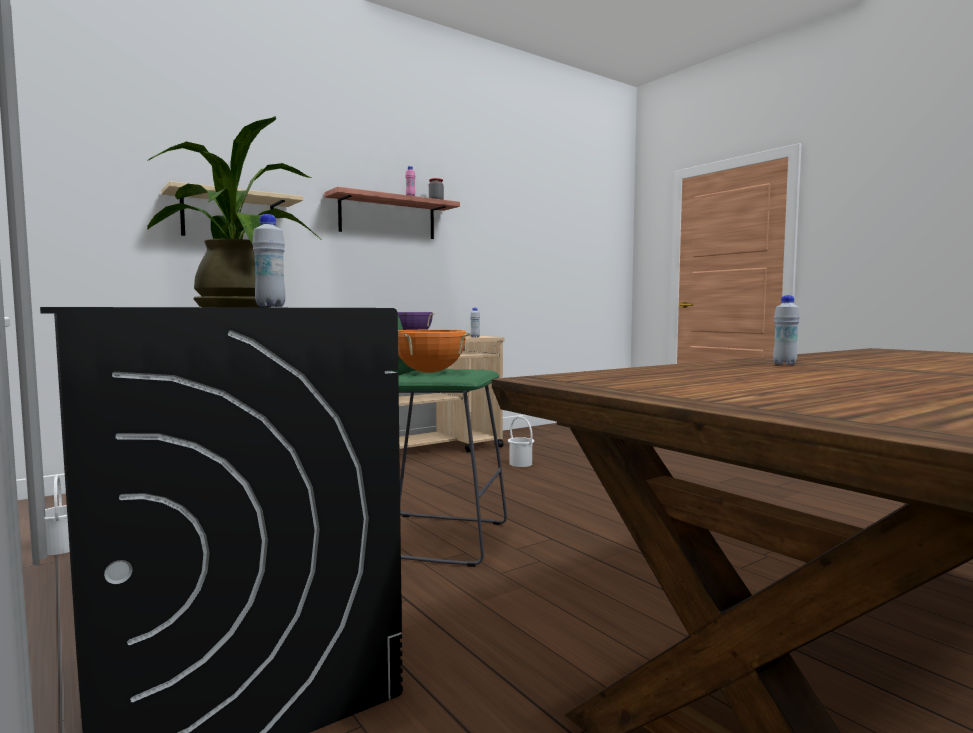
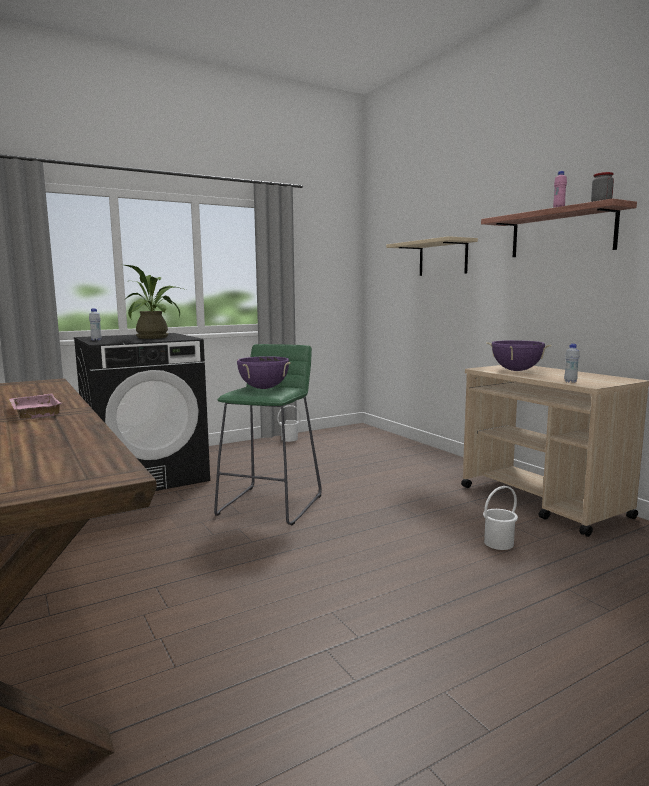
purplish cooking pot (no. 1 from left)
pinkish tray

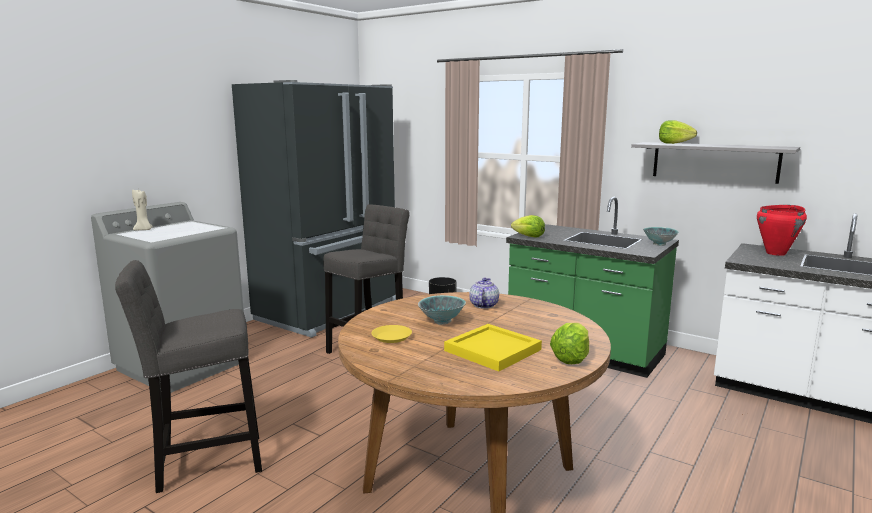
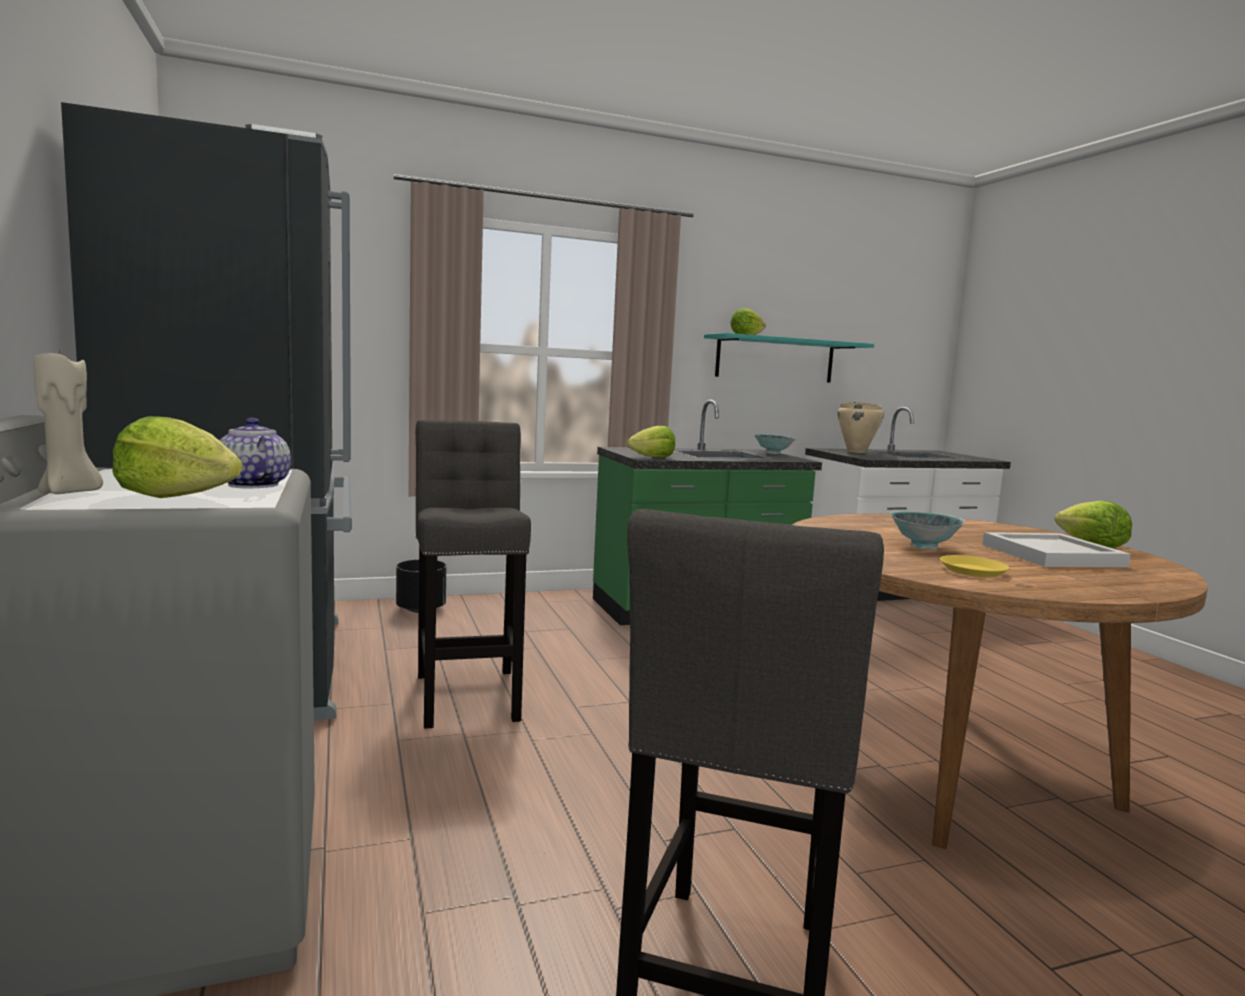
white tray
pot for tea
turquoise shelf
sand-coloured cooking pot
lettuce (no. 1 from left)

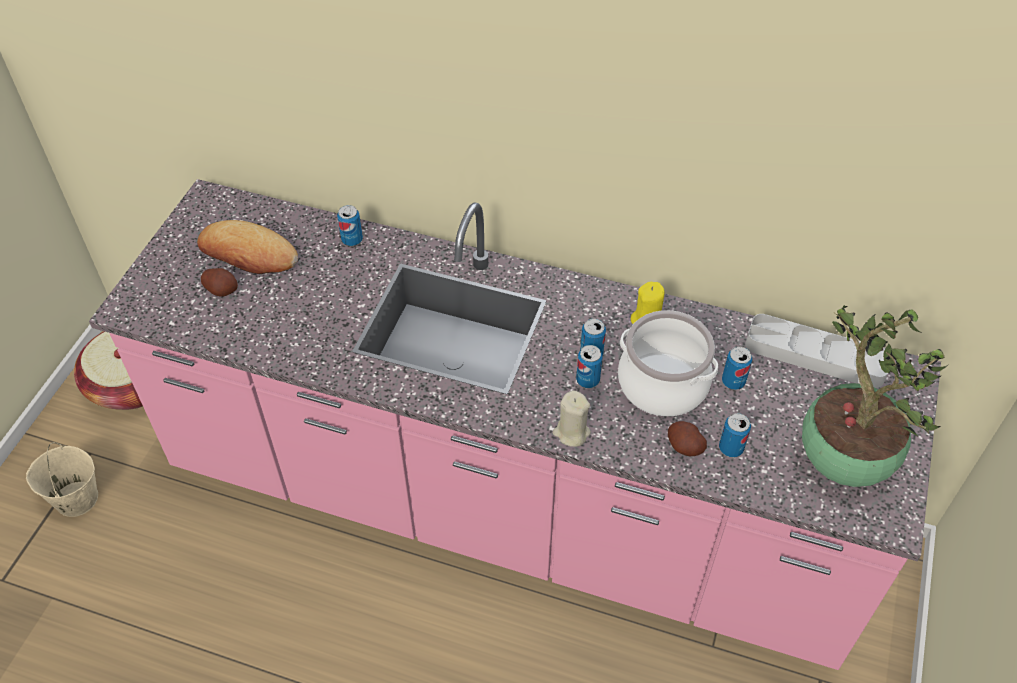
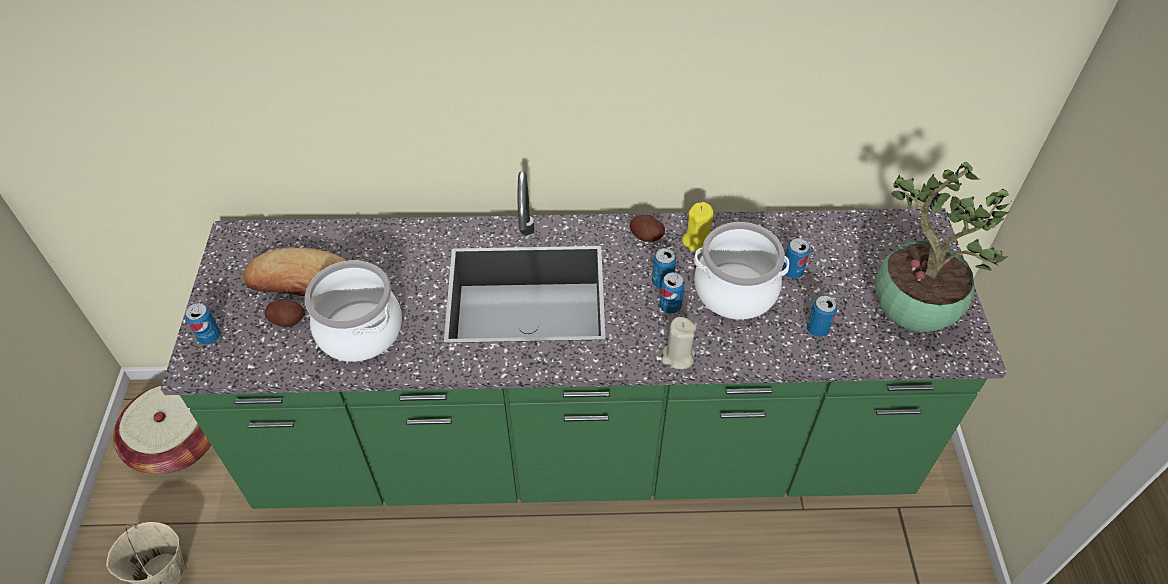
green-coloured kitchen base unit
sealed can (no. 1 from left)
potato (no. 2 from left)
greyish tray
cooking pot (no. 1 from left)

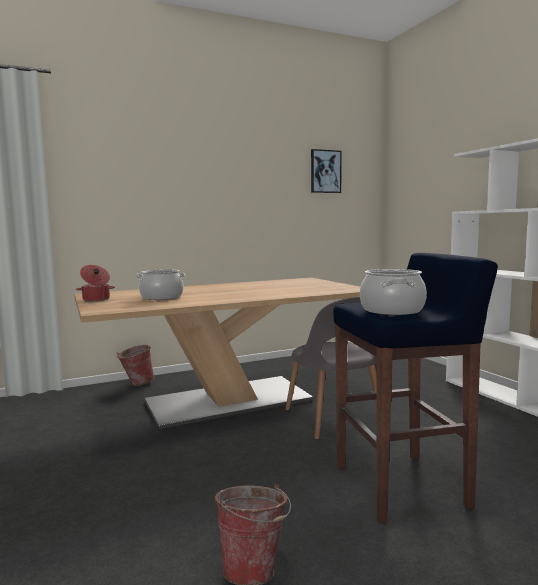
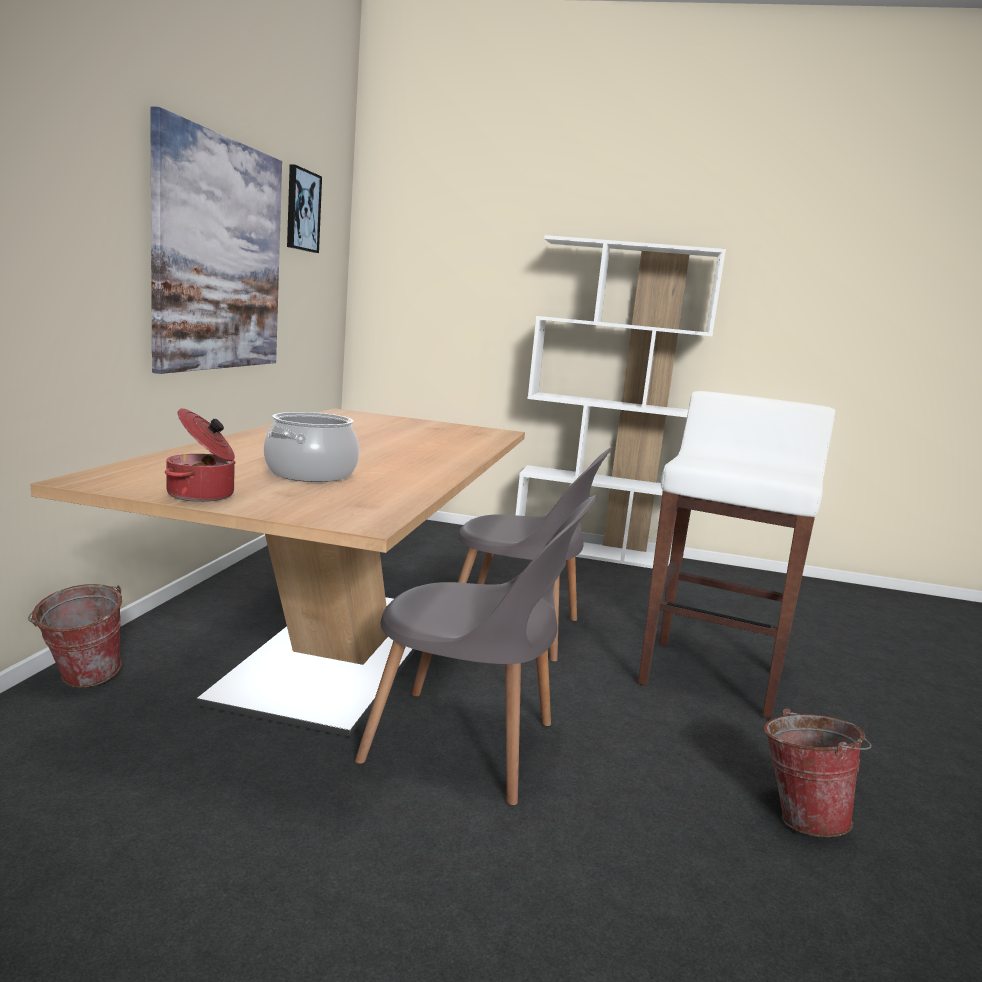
white stool
cooking pot (no. 3 from left in the first image)
wall picture (no. 1 from left)
greyish plain chair (no. 1 from left)

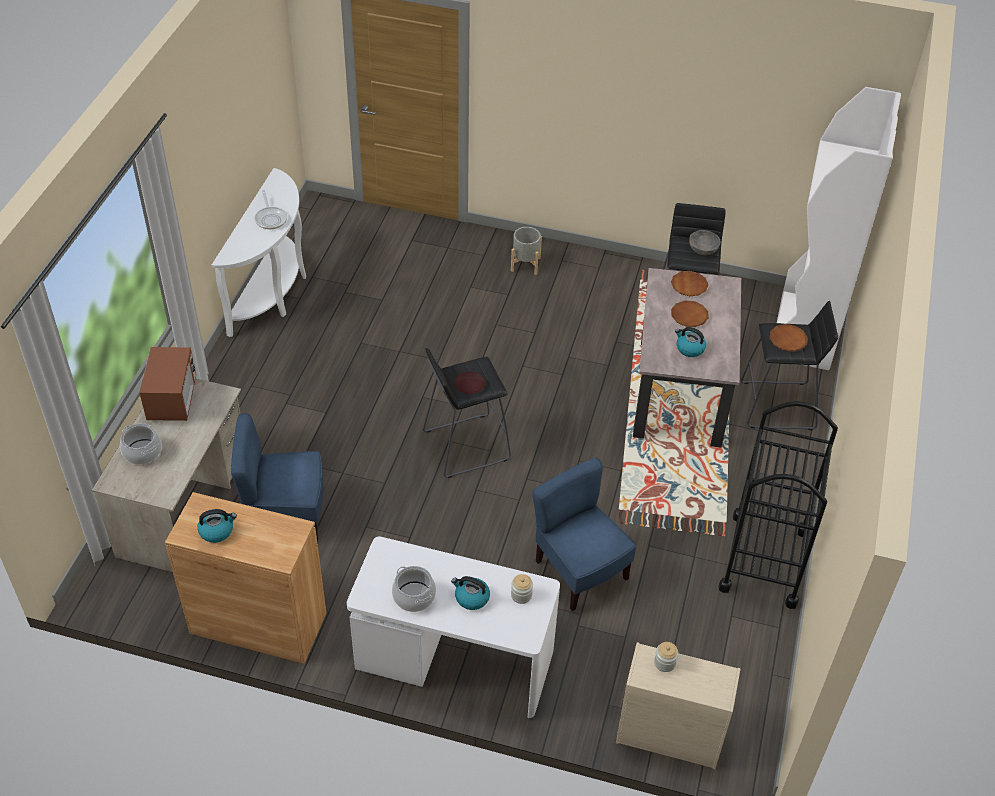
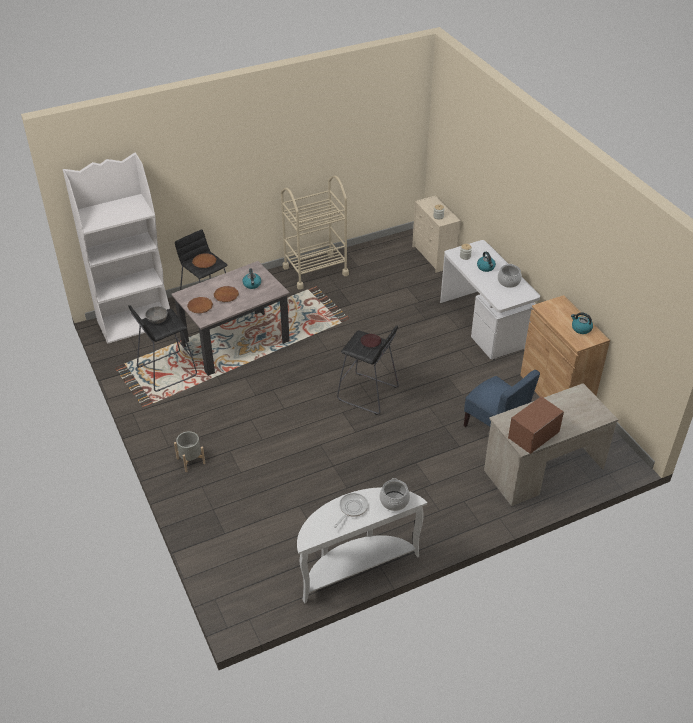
cooking pot (no. 1 from left)
blue-coloured plain chair (no. 2 from left in the first image)
sand-coloured cart

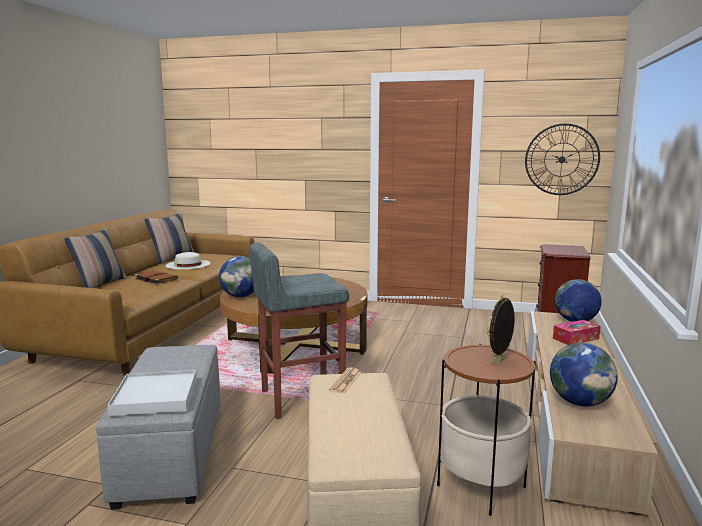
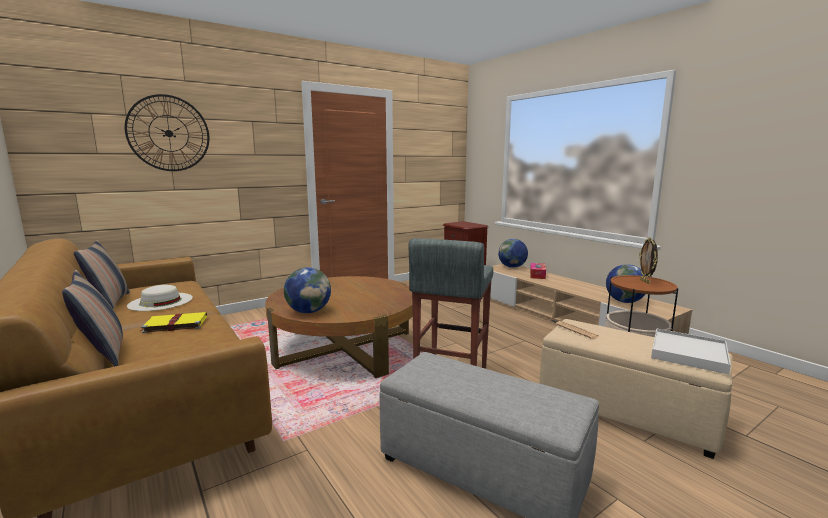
white tray
yellowish book
wall clock

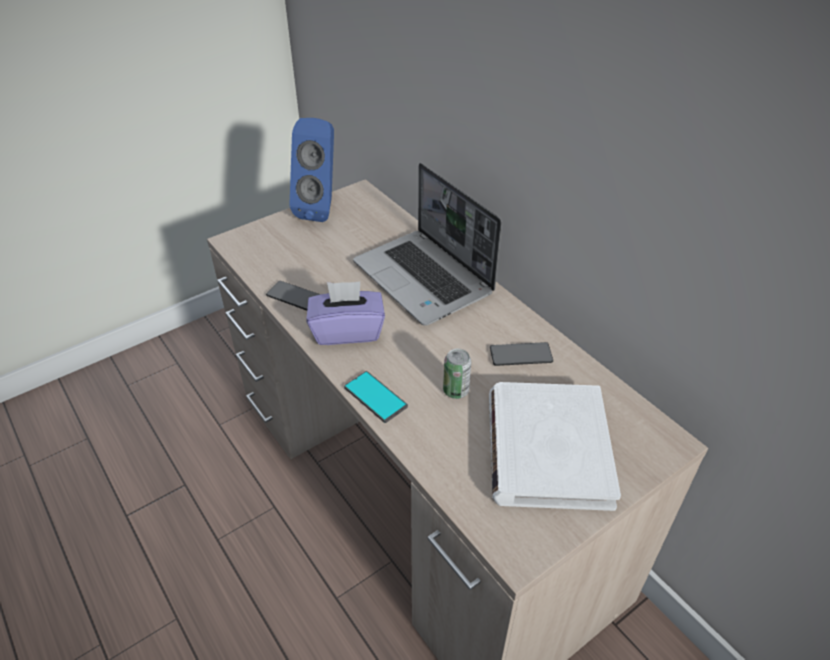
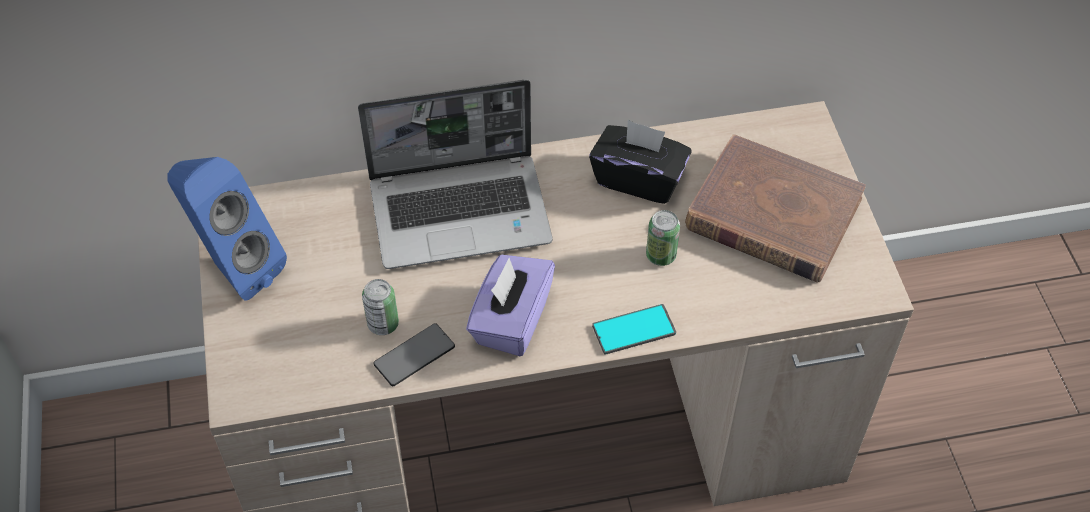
brownish book
blackish tissue holder
sealed can (no. 1 from left)

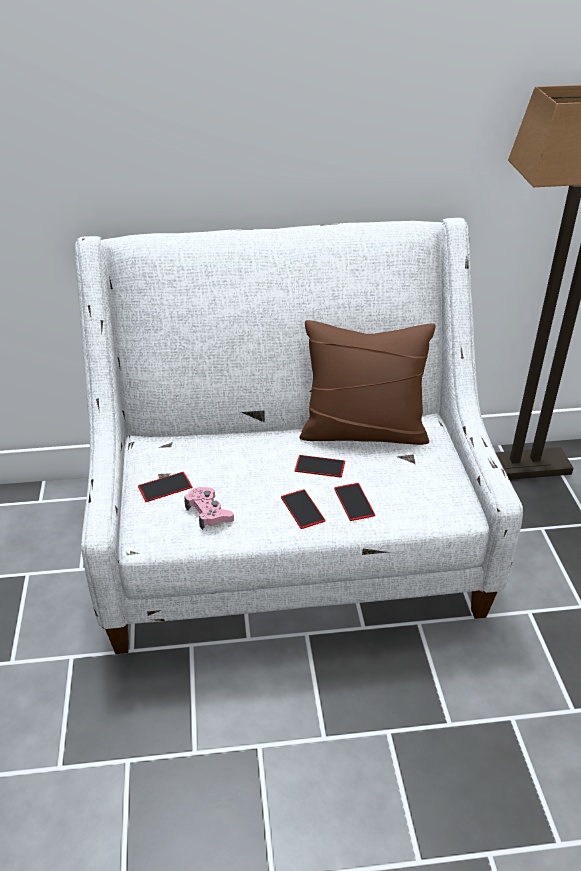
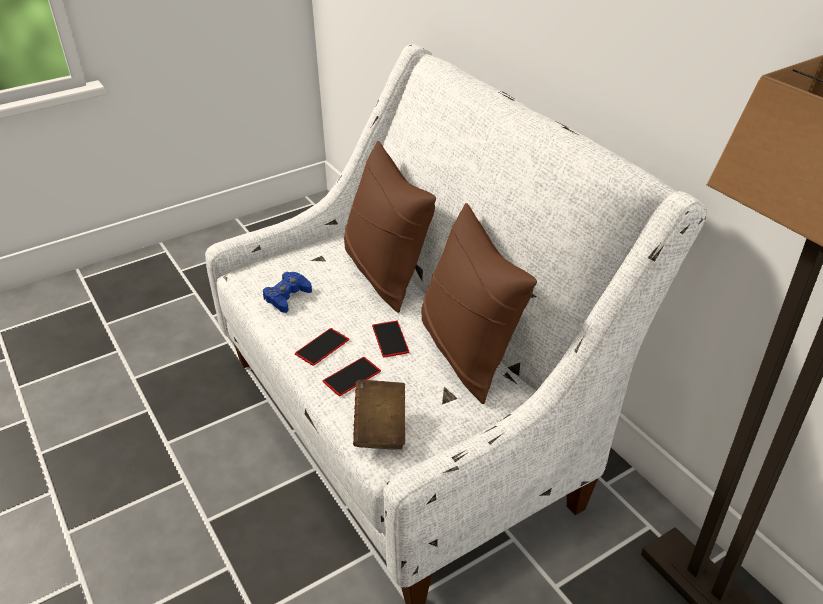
phone (no. 1 from left in the first image)
blue-coloured game controller
brownish pillow (no. 1 from left)
brownish book

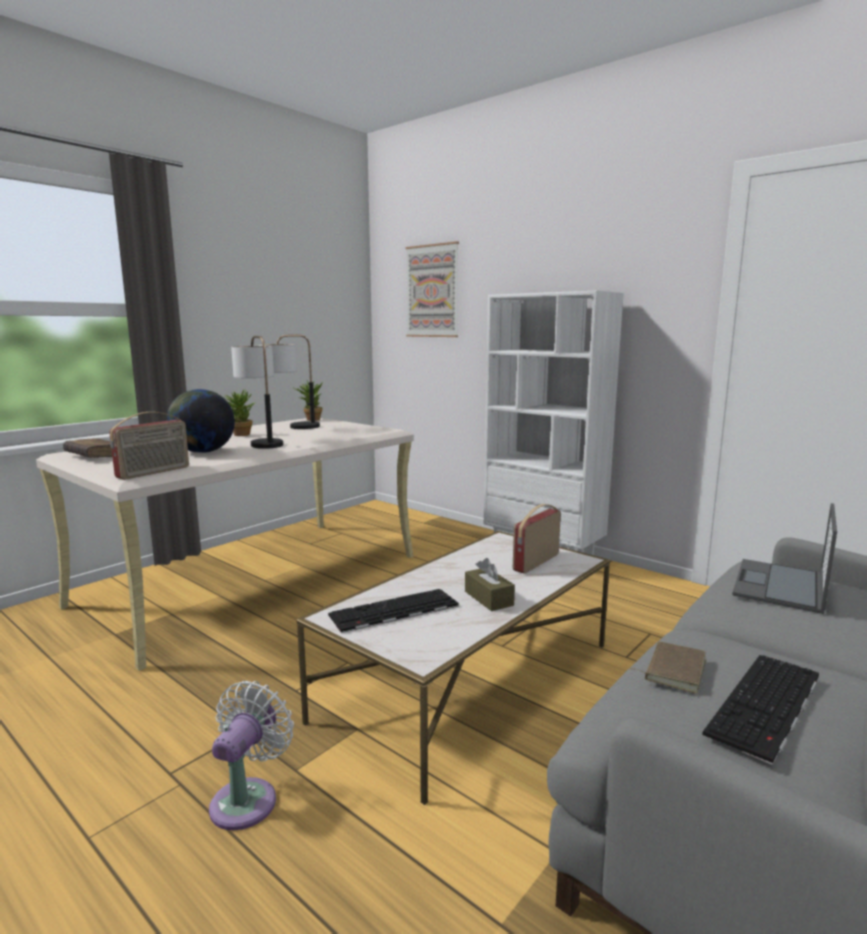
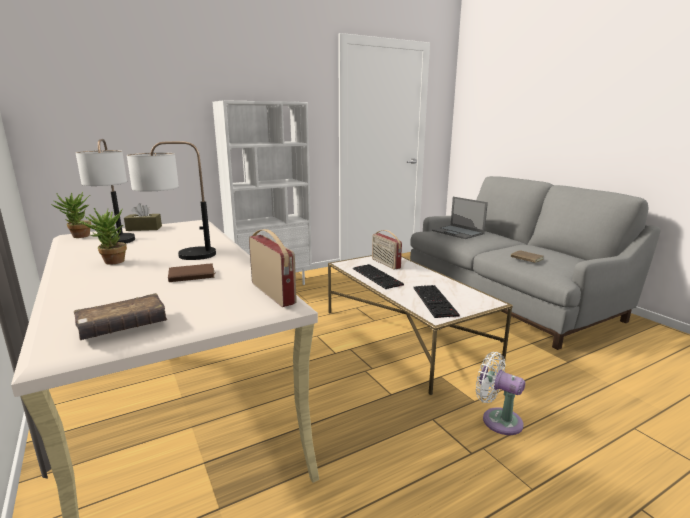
brownish book (no. 2 from left)
wall picture
brownish tissue holder
PC keyboard (no. 1 from left)

